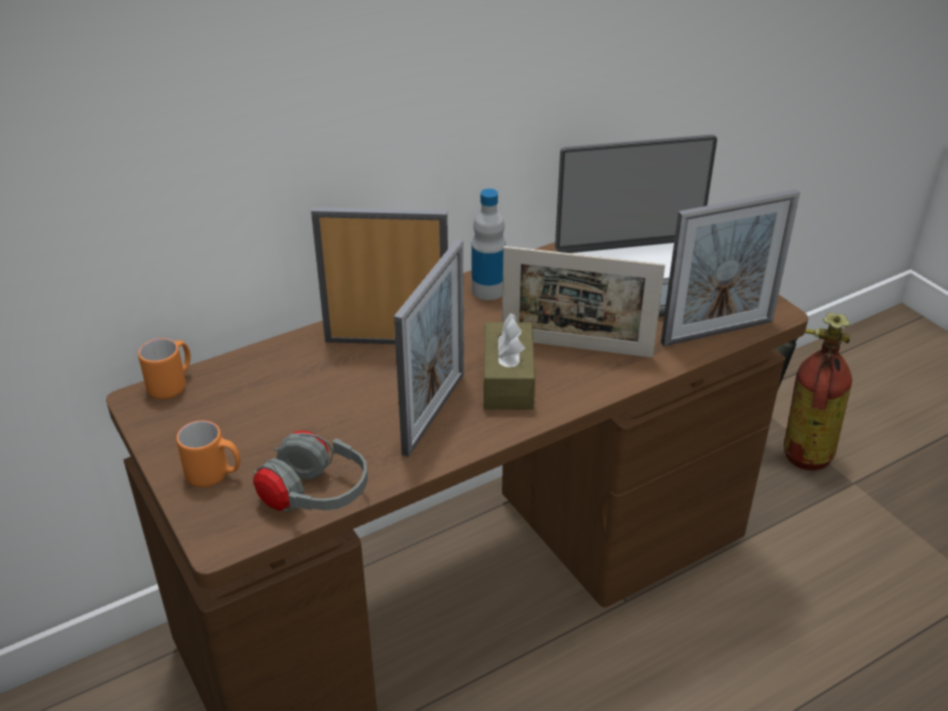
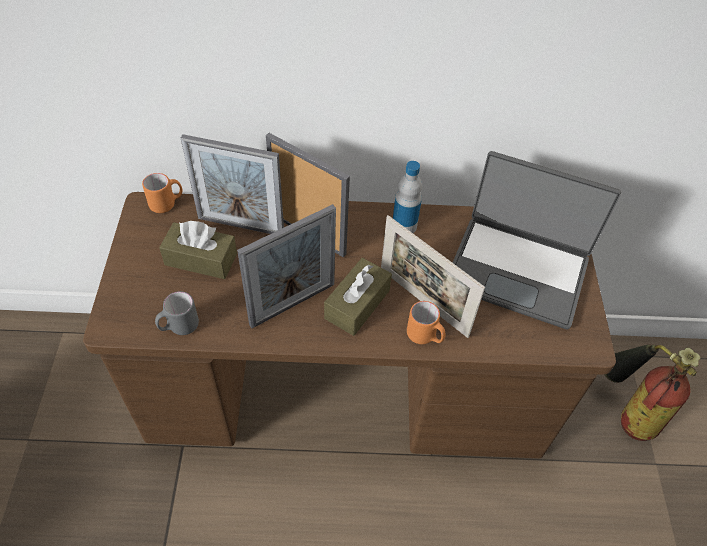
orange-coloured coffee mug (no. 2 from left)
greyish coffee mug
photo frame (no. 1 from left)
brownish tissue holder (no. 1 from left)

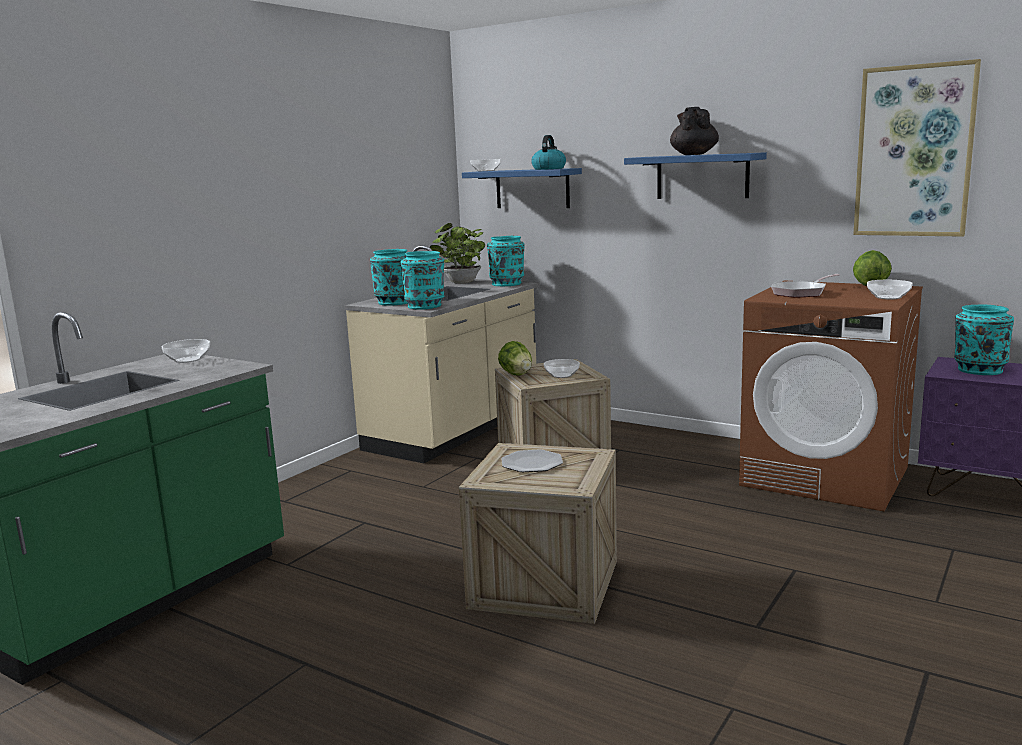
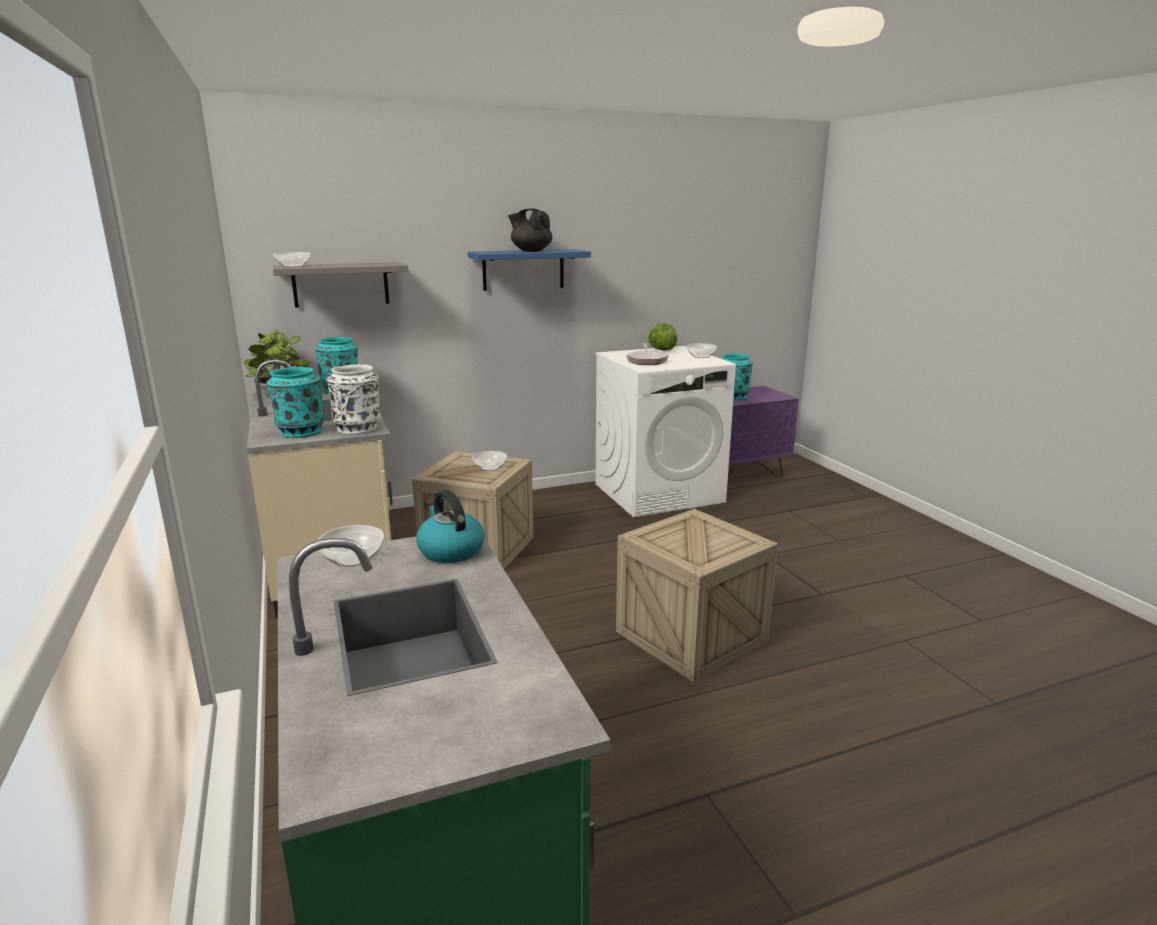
white vase
greyish shelf
lettuce (no. 1 from left in the first image)
dinner plate
water kettle
white laundry appliance
wall picture

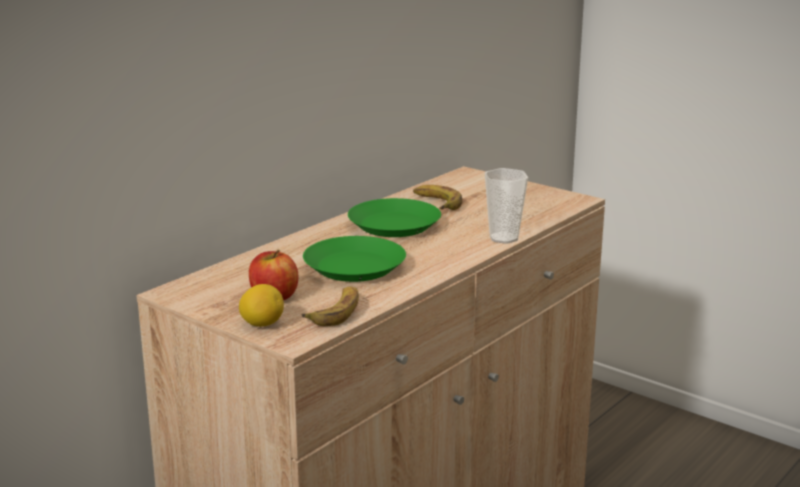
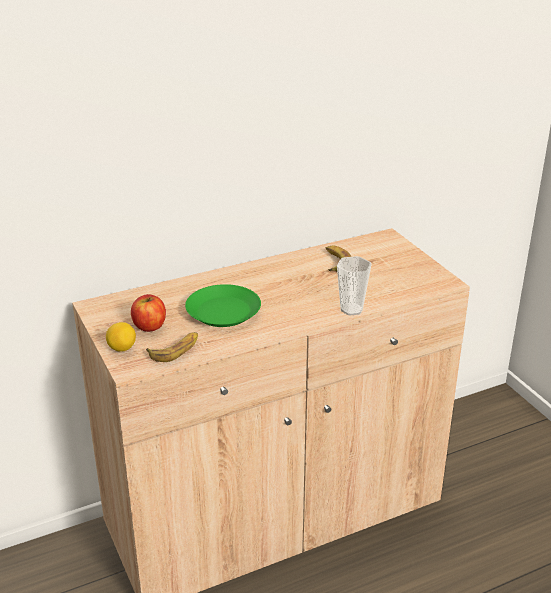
green-coloured dinner plate (no. 2 from left in the first image)

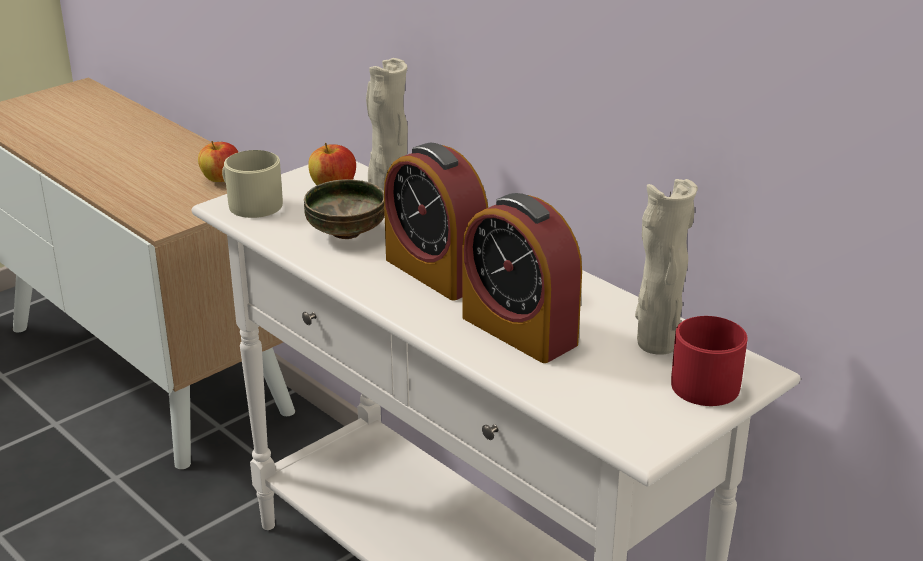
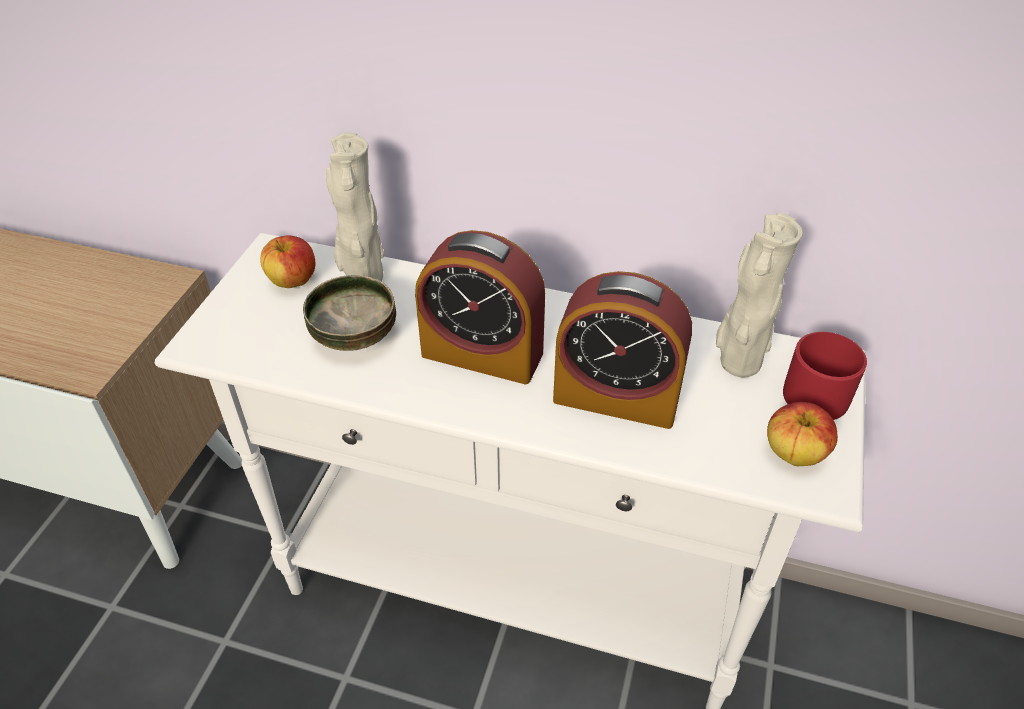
apple fruit (no. 2 from left)
sand-coloured coffee mug

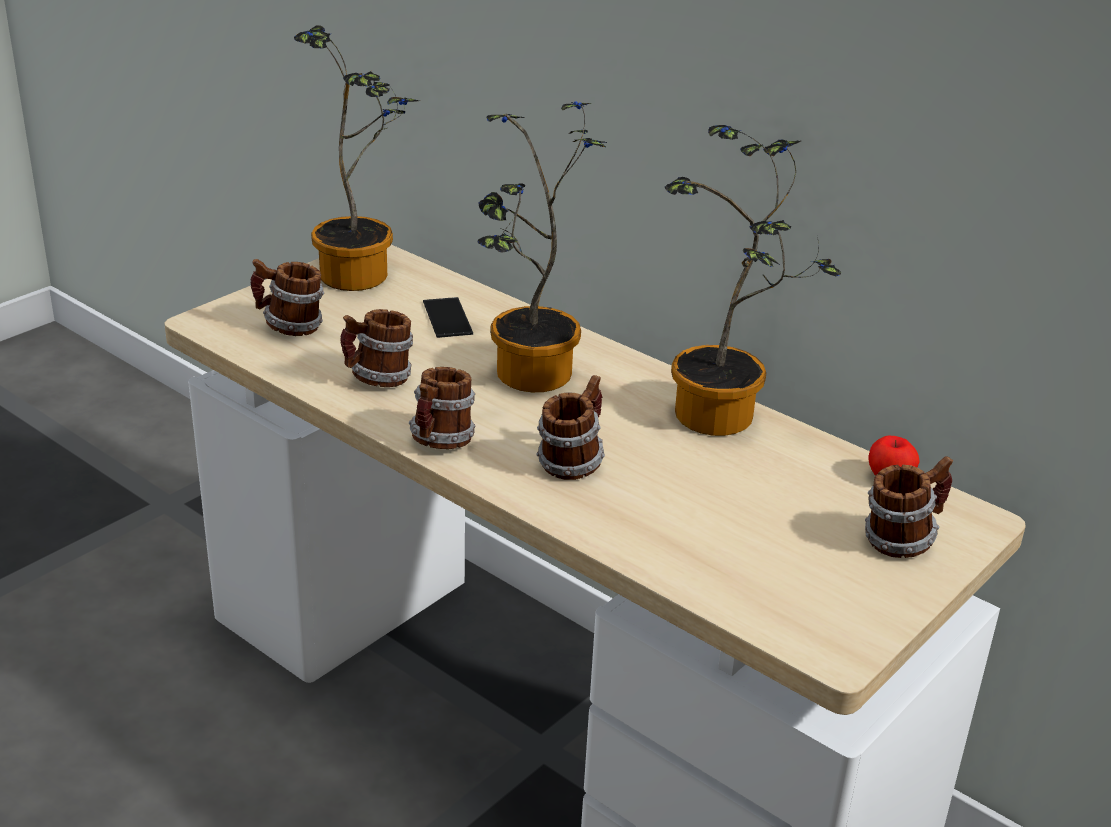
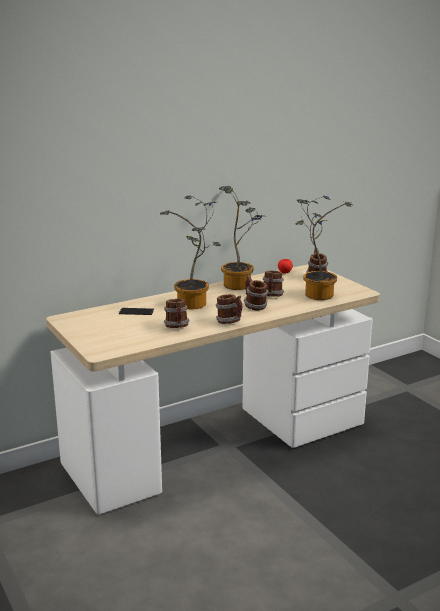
coffee mug (no. 4 from left)
plant in a pot (no. 3 from left)

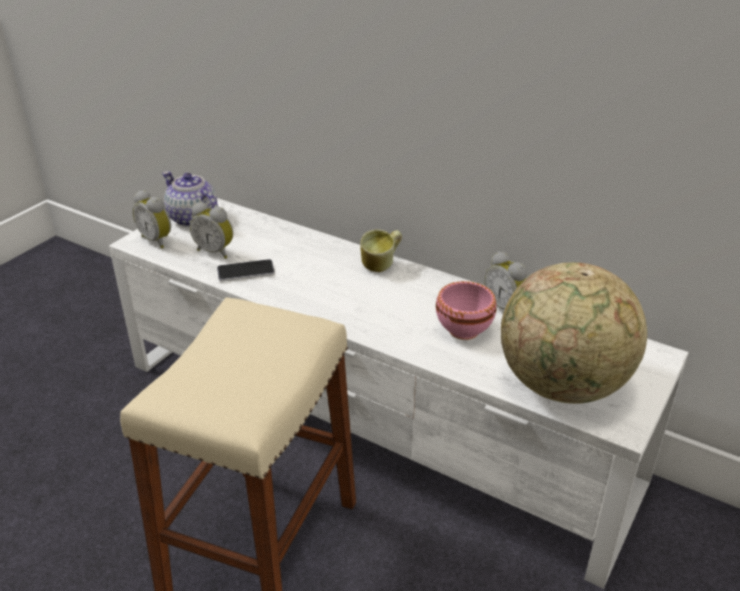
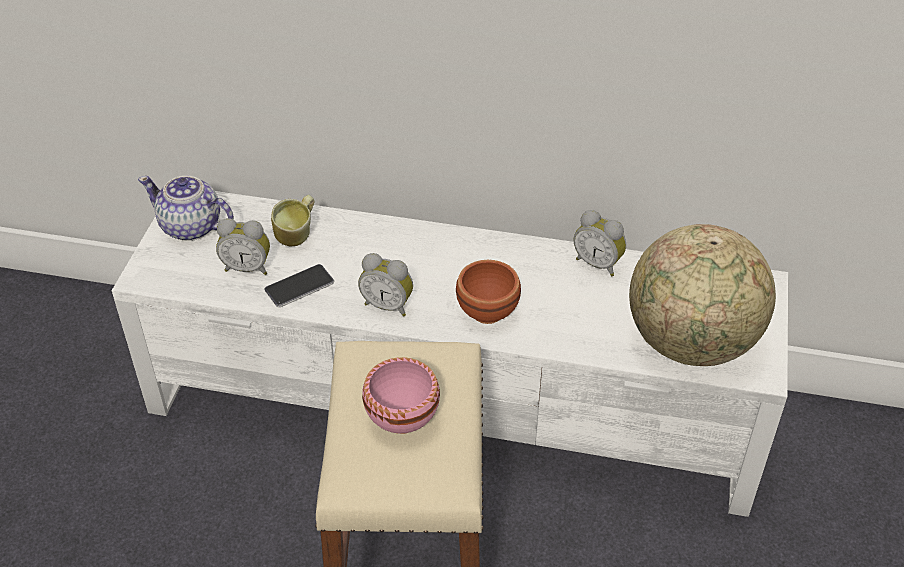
alarm clock (no. 2 from left)
coffee mug
pinkish bowl
brownish bowl

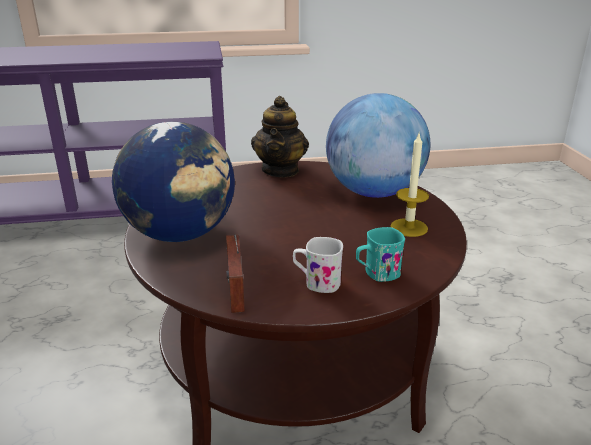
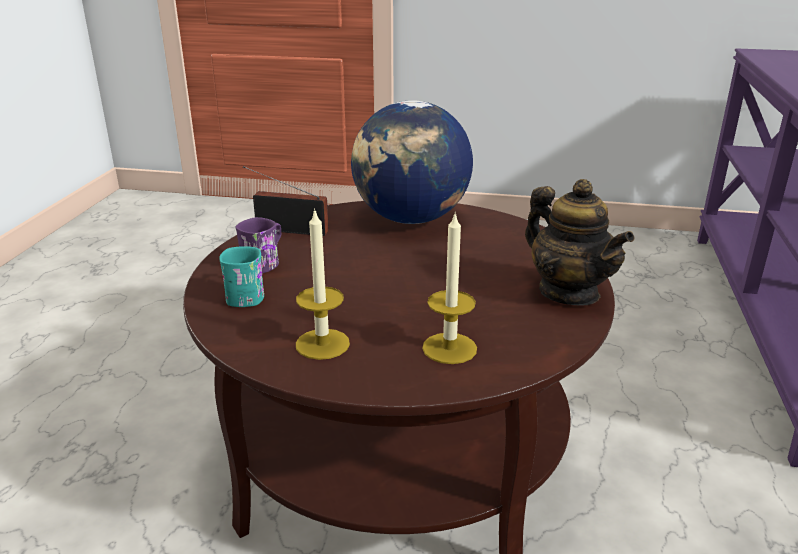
pot for tea
purplish coffee mug
candle (no. 2 from left)

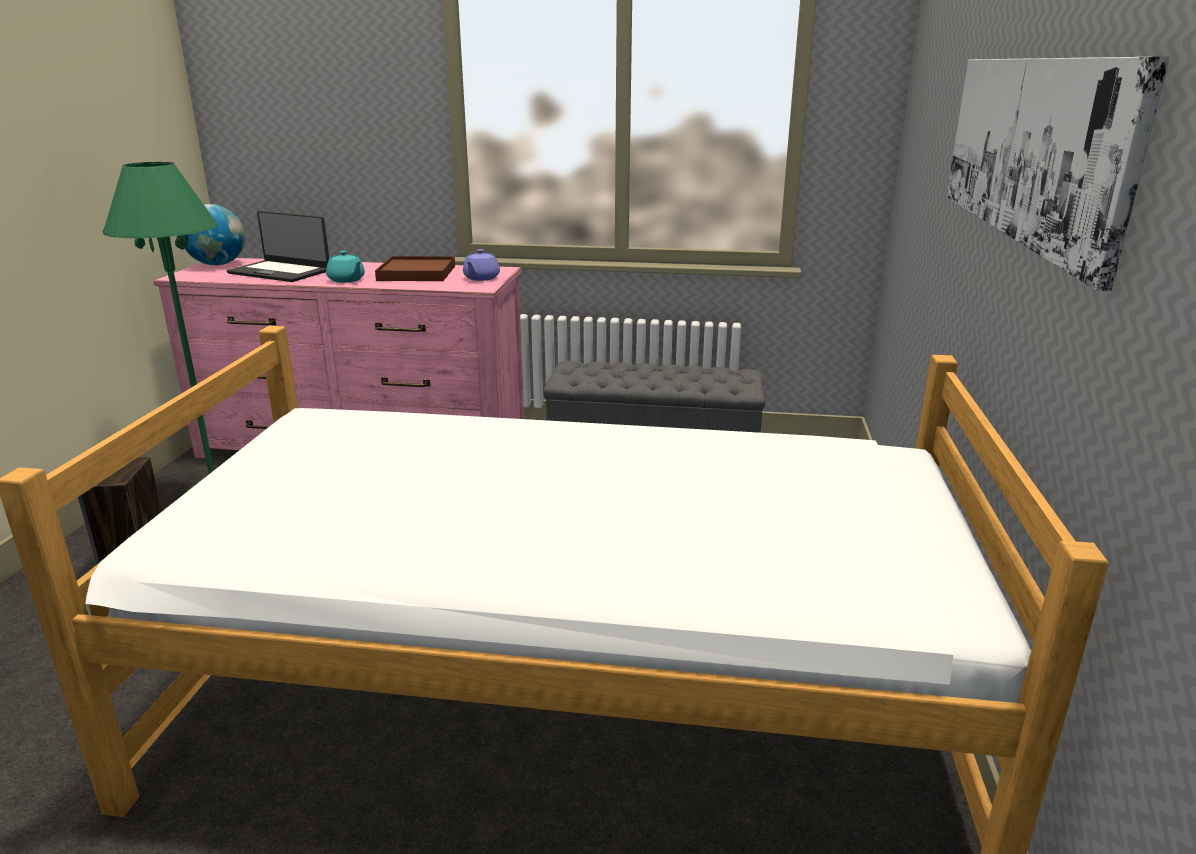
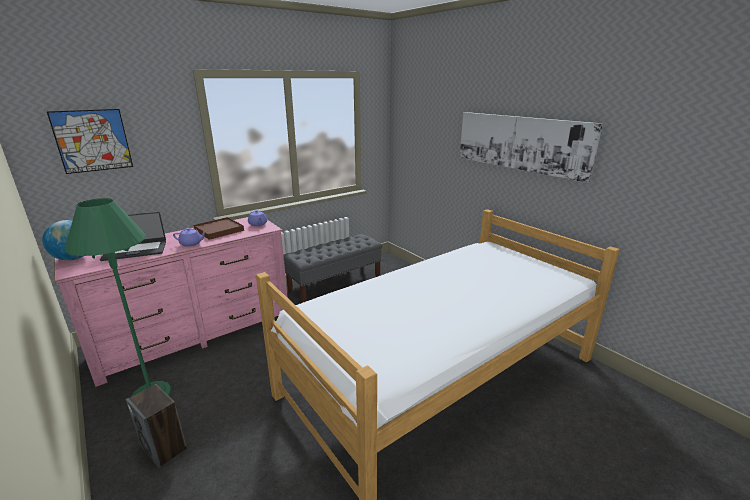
purplish pot for tea (no. 1 from left)
wall picture (no. 1 from left)

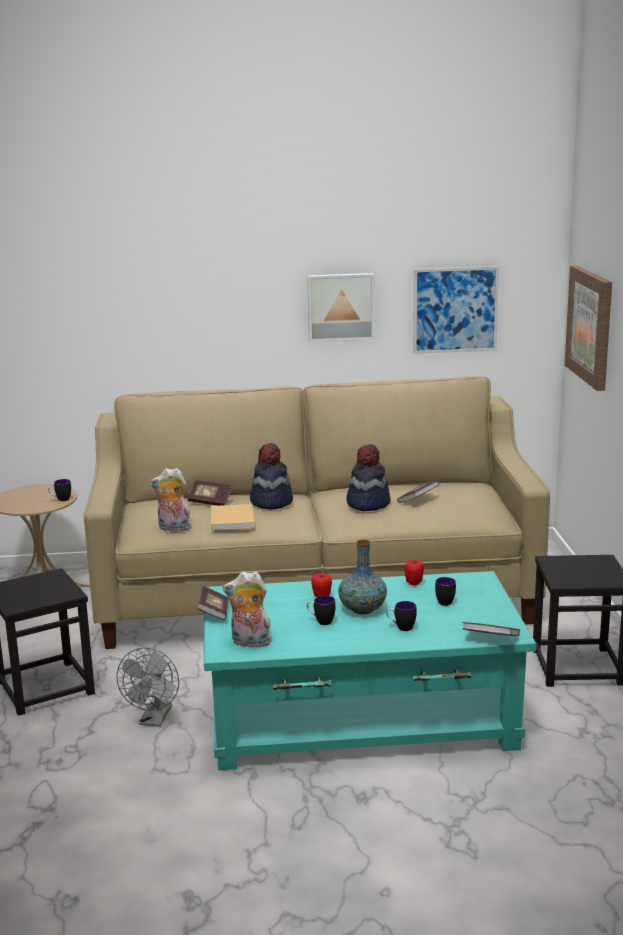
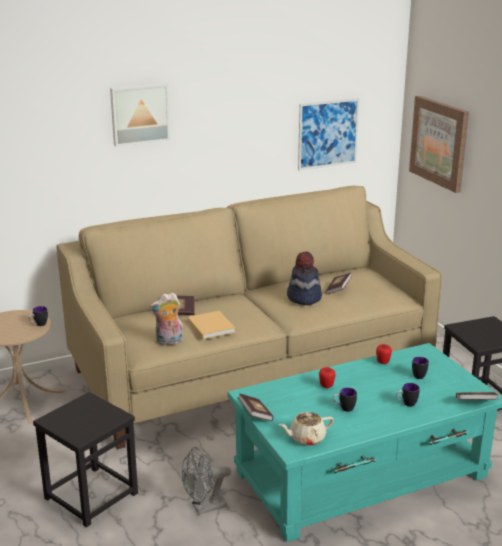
greyish fan
sand-coloured pot for tea
hat (no. 1 from left in the first image)
wall picture (no. 1 from left)
vase

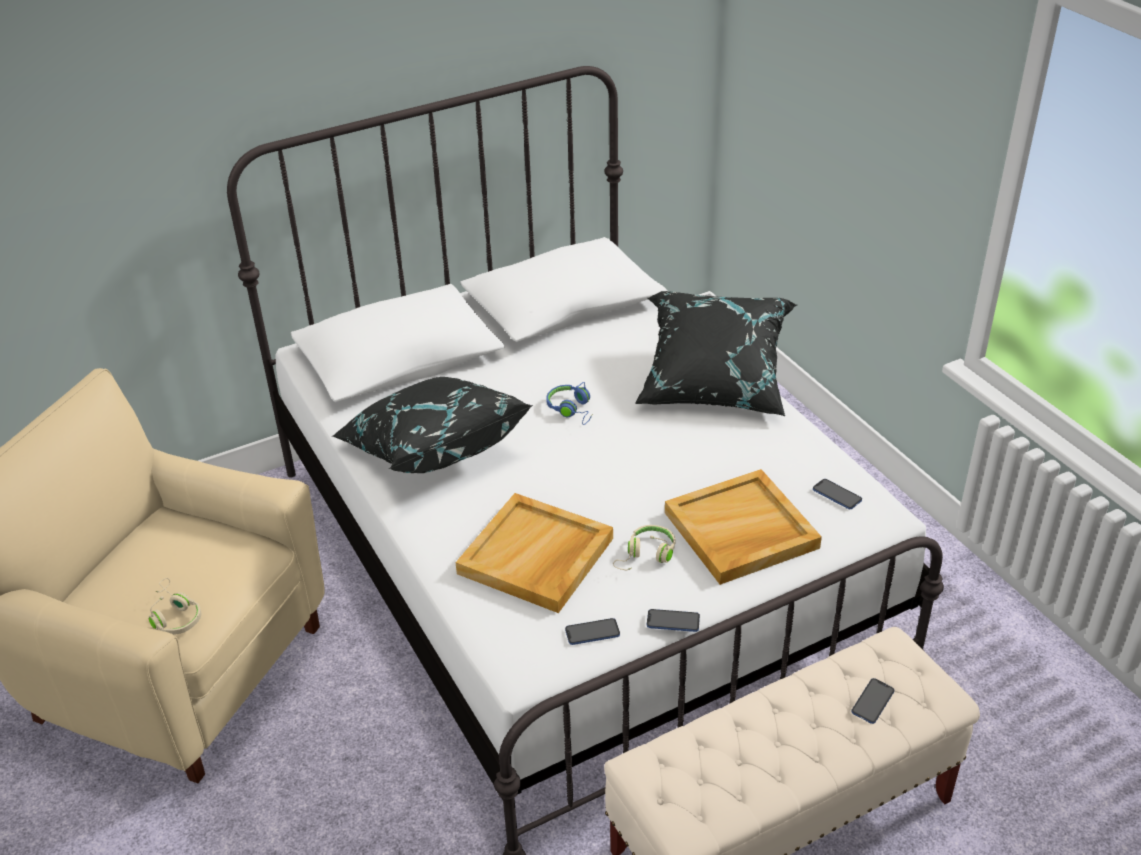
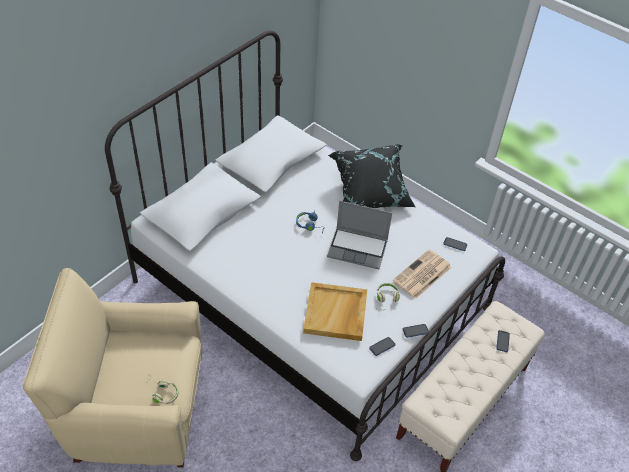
blackish pillow (no. 1 from left in the first image)
printed paper
laptop

